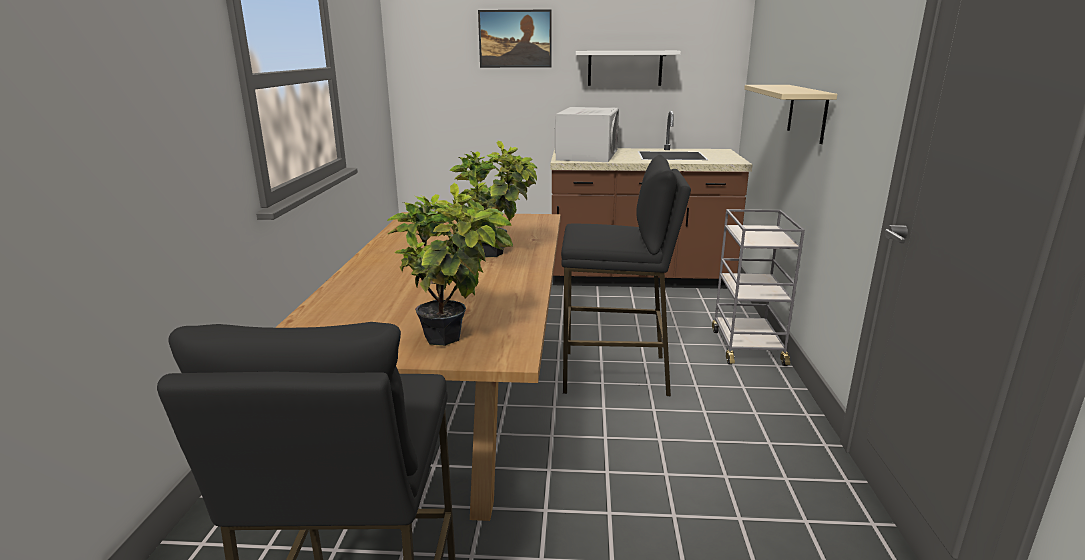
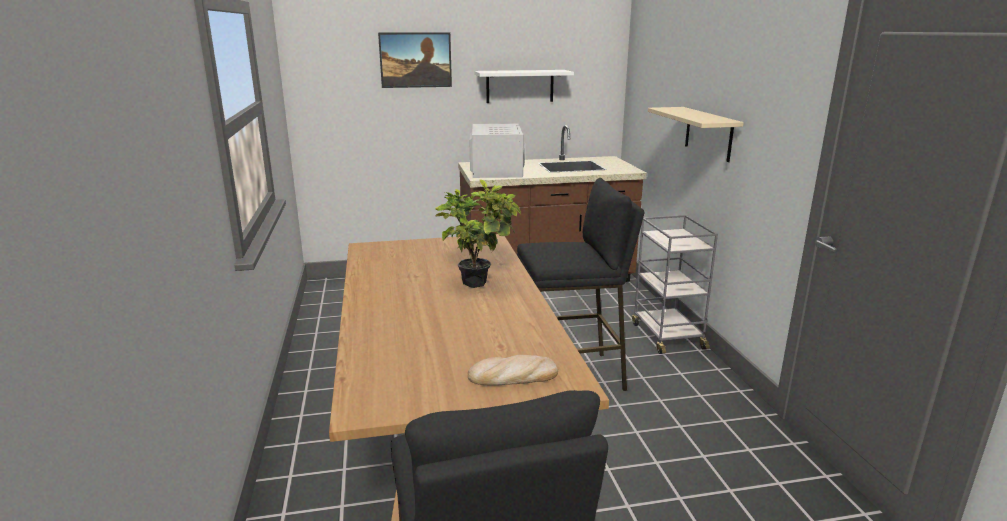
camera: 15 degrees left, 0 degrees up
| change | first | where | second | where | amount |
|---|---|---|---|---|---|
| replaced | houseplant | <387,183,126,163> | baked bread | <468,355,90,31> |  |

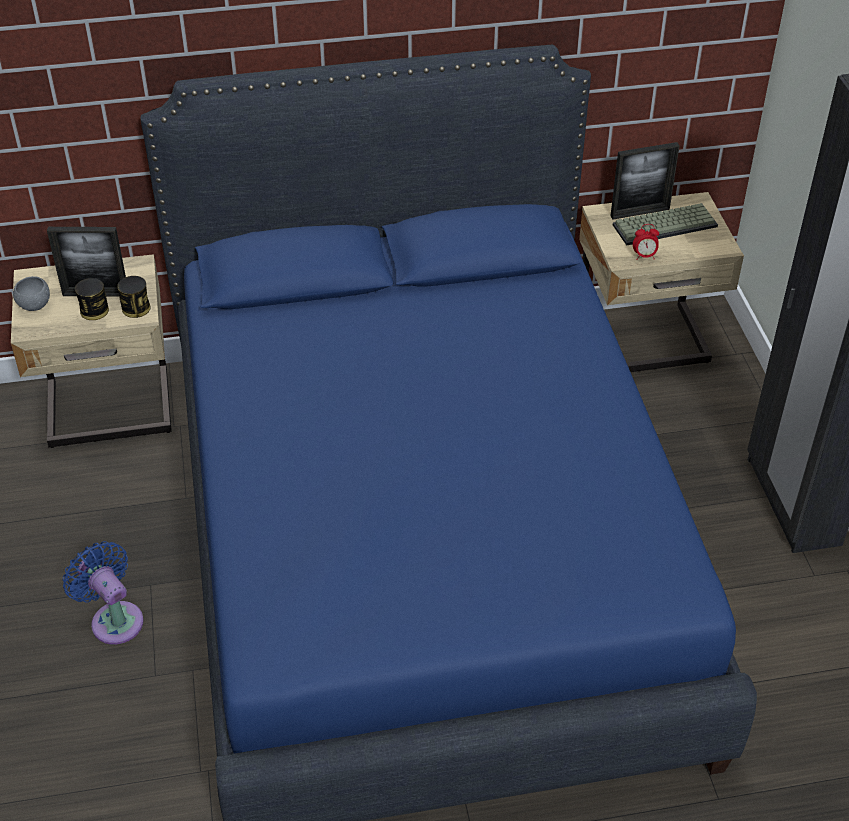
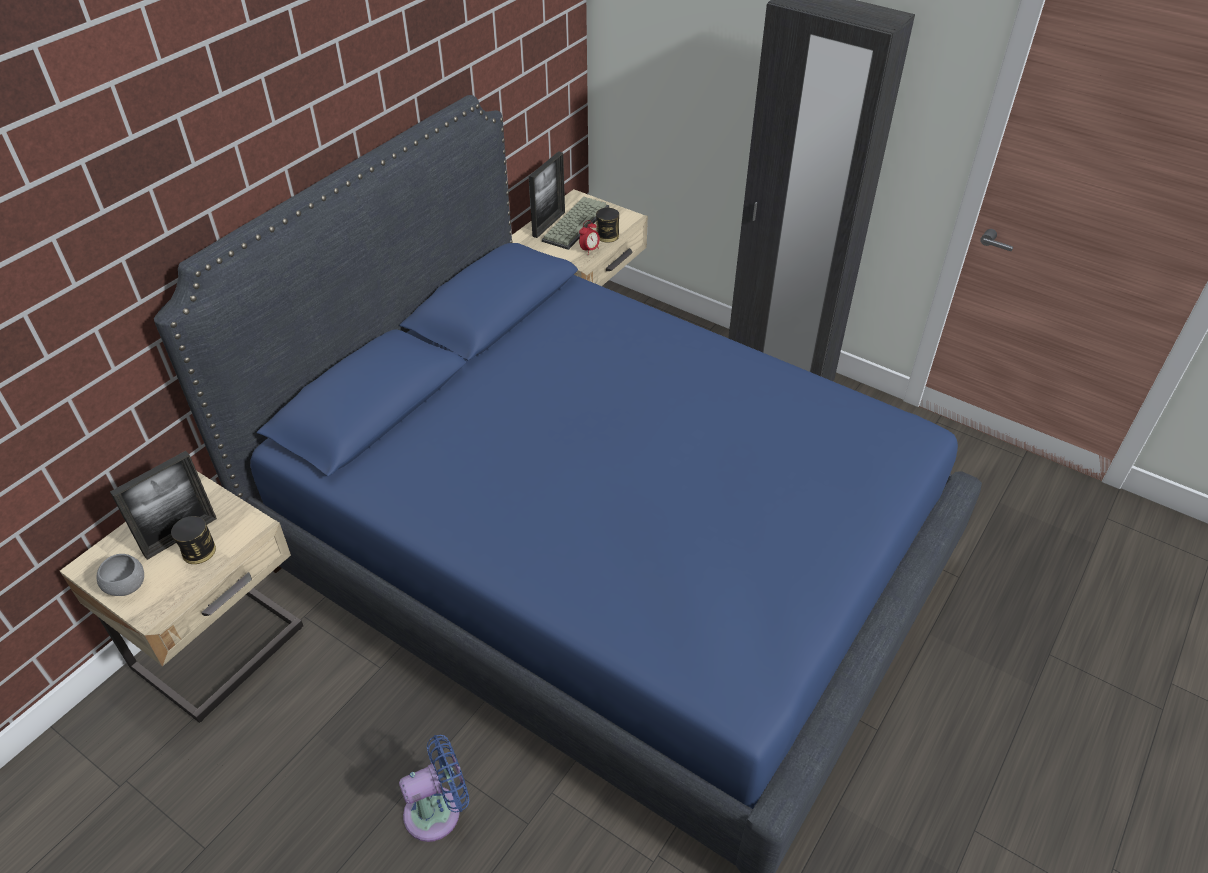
camera: 45 degrees left, 0 degrees up
| change | first | where | second | where | amount |
|---|---|---|---|---|---|
| moved | can | <117,276,34,42> |  | <596,208,23,35> |  |
| turned | cooling fan in blue-coloured | <63,541,81,103> |  | <399,735,70,107> | 150 degrees clockwise |

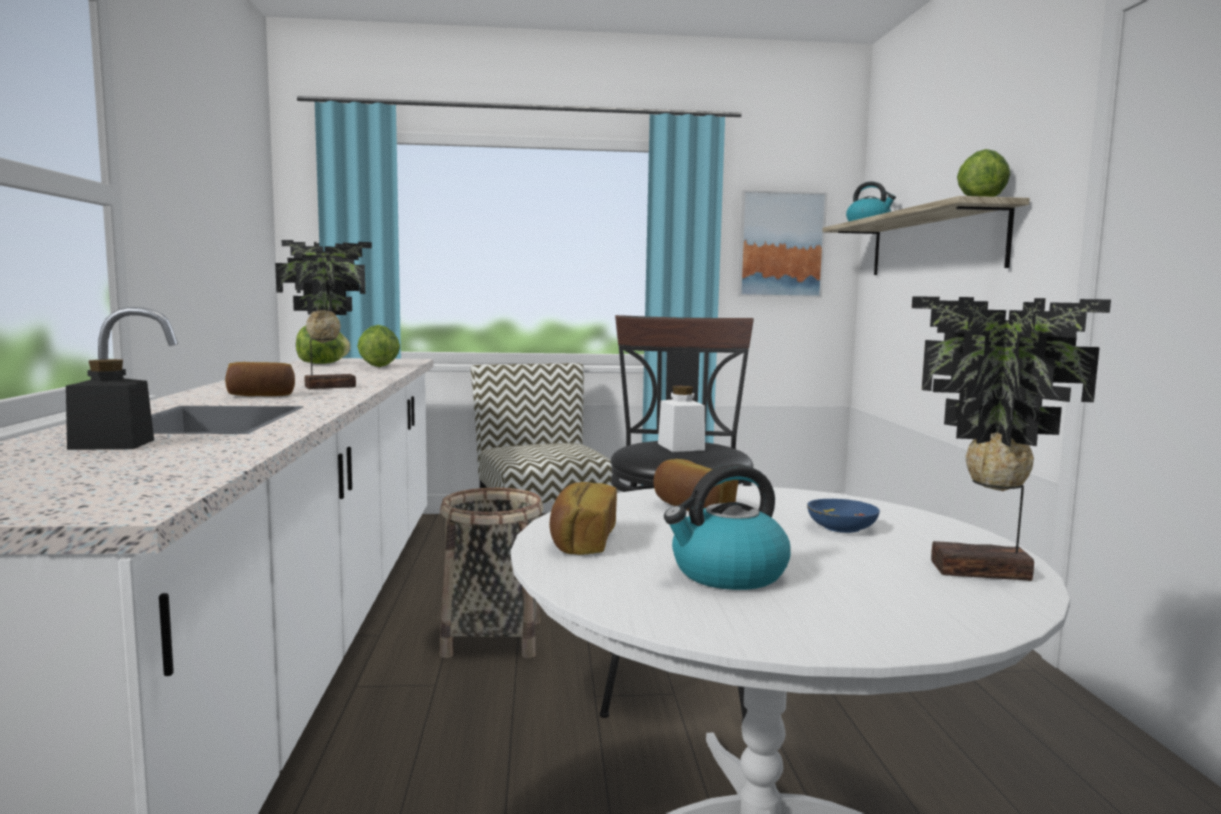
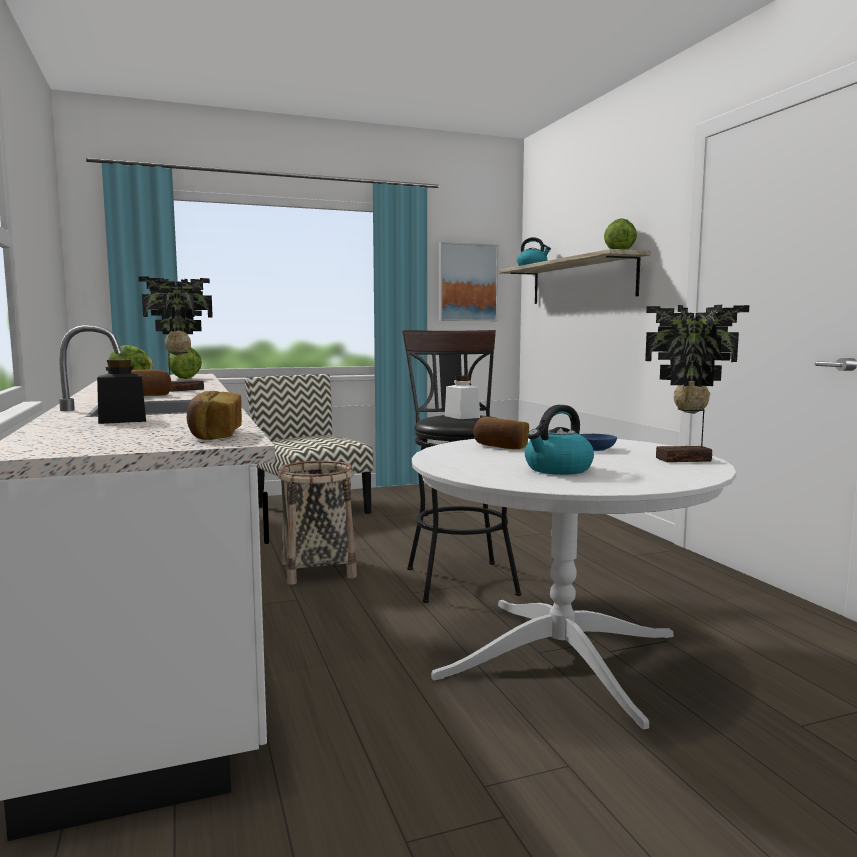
camera: 15 degrees left, 0 degrees up
| change | first | where | second | where | amount |
|---|---|---|---|---|---|
| moved | baked bread | <550,482,67,73> |  | <187,391,55,49> |  |

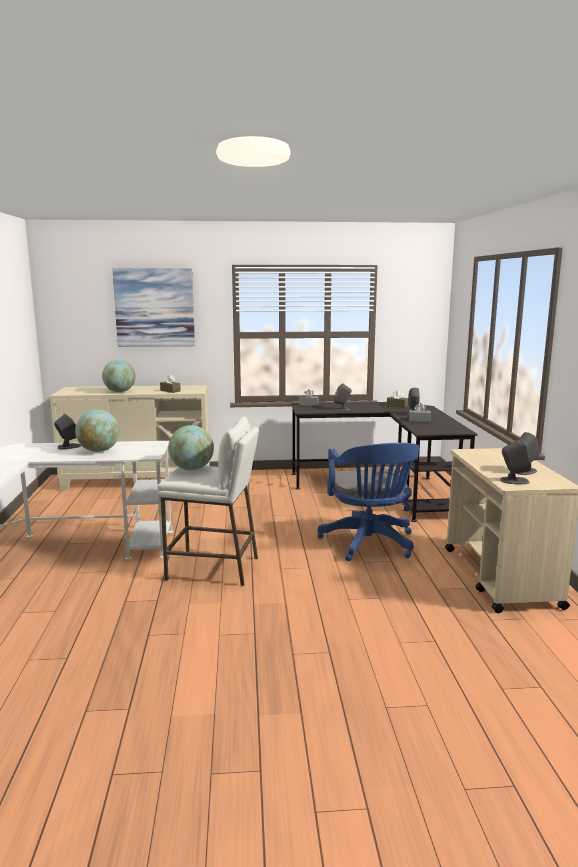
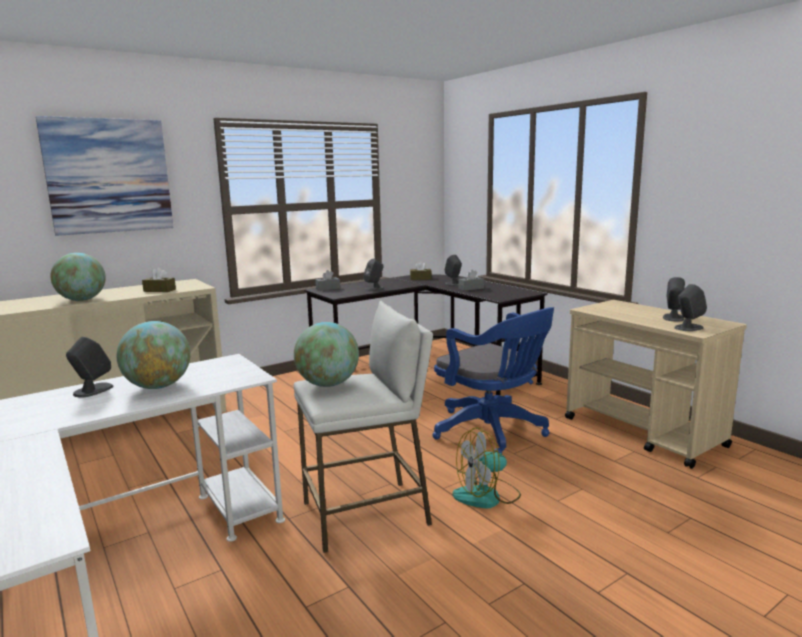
camera: 30 degrees left, 0 degrees up
| change | first | where | second | where | amount |
|---|---|---|---|---|---|
| added |  |  | cooling fan | <452,427,69,82> |  |

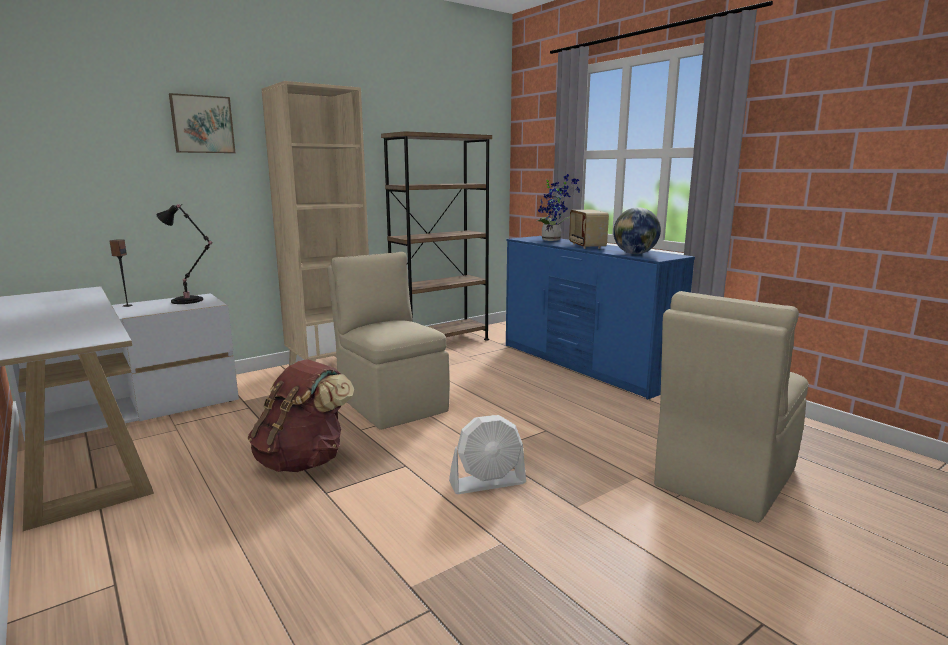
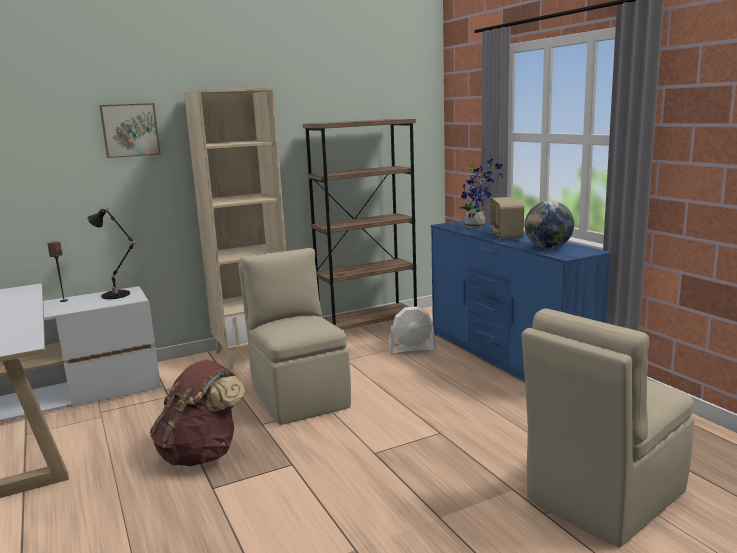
camera: 10 degrees right, 0 degrees up
| change | first | where | second | where | amount |
|---|---|---|---|---|---|
| moved | cooling fan in white | <449,415,77,79> |  | <388,306,48,48> |  |

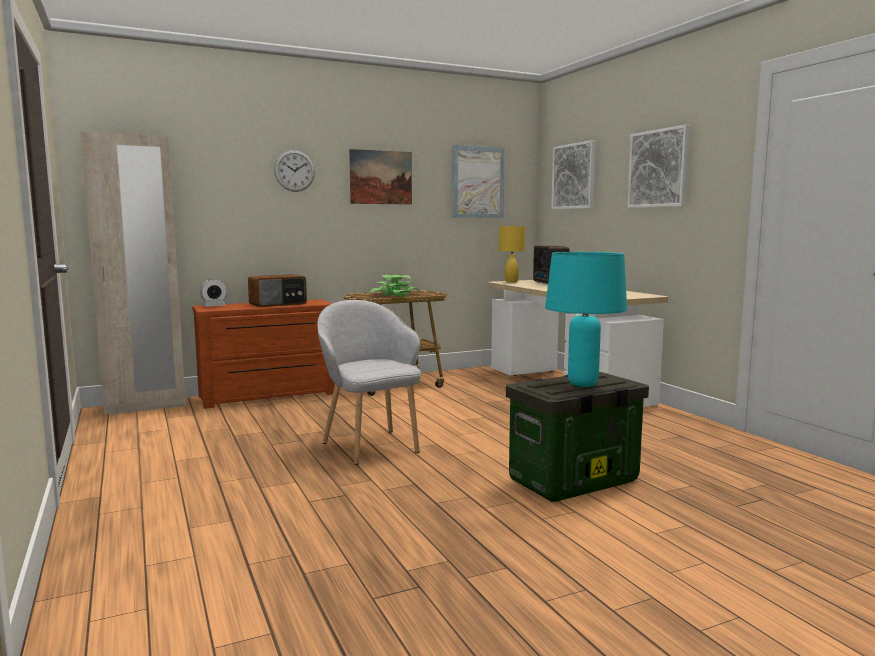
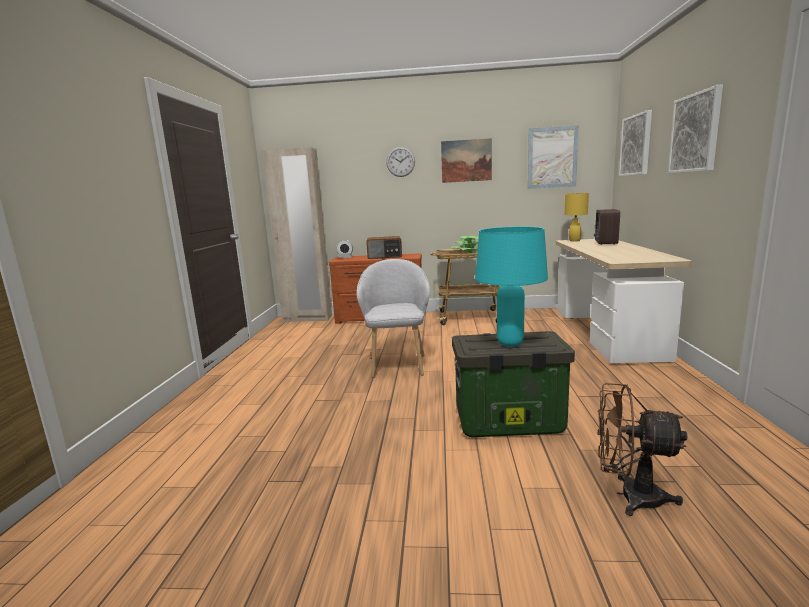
camera: 30 degrees right, 5 degrees up
| change | first | where | second | where | amount |
|---|---|---|---|---|---|
| added |  |  | cooling fan in brown | <597,383,91,133> |  |

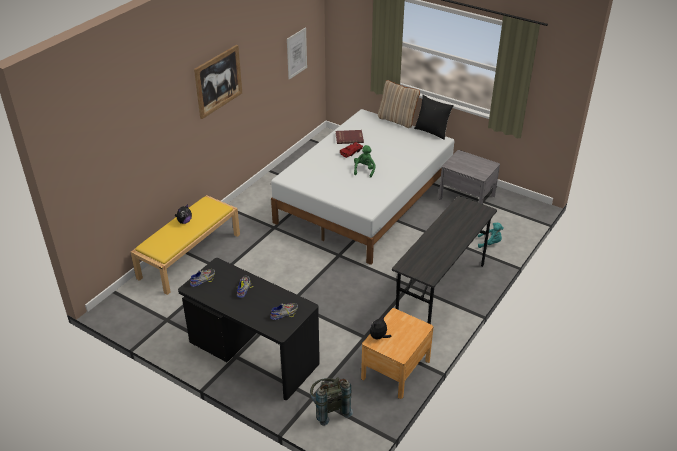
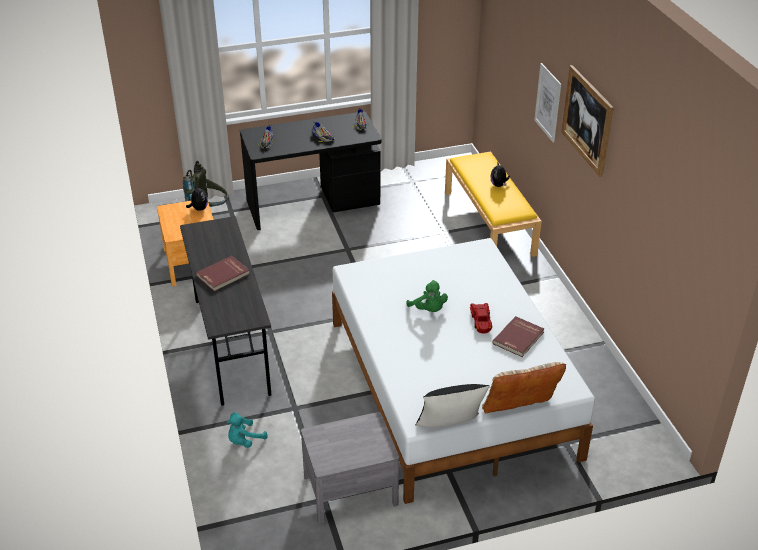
camera: 130 degrees right, 0 degrees up
| change | first | where | second | where | amount |
|---|---|---|---|---|---|
| moved | wall art | <287,28,20,51> |  | <534,63,27,79> |  |
| added |  |  | bound book in red-coloured | <196,256,54,35> |  |

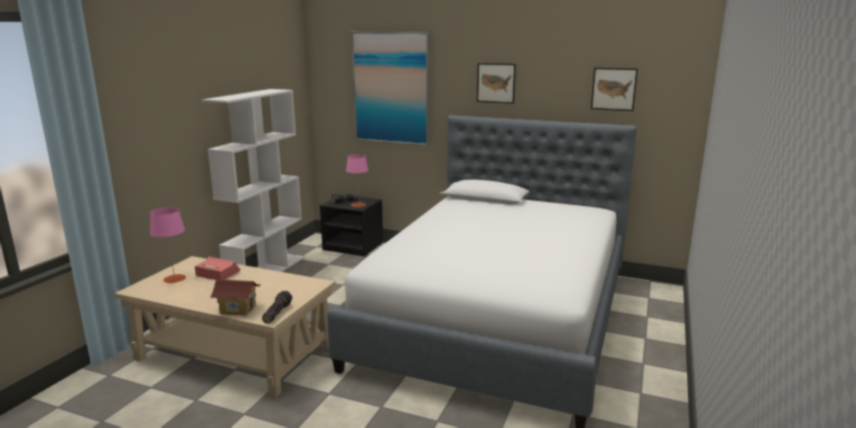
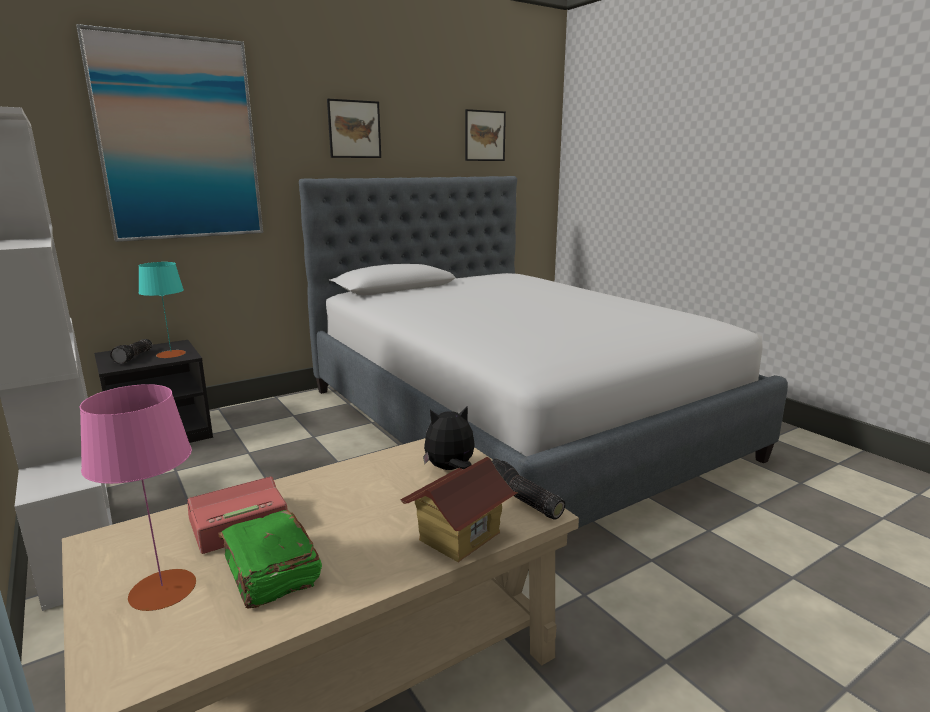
camera: 55 degrees left, 0 degrees up
| change | first | where | second | where | amount |
|---|---|---|---|---|---|
| recoloured | lamp for a table in pinkish | <346,154,22,53> | lamp for a table in turquoise | <138,262,48,96> |  |
| added |  |  | soft toy | <423,406,52,64> |  |
| added |  |  | bound book in green-coloured | <219,510,103,99> |  |

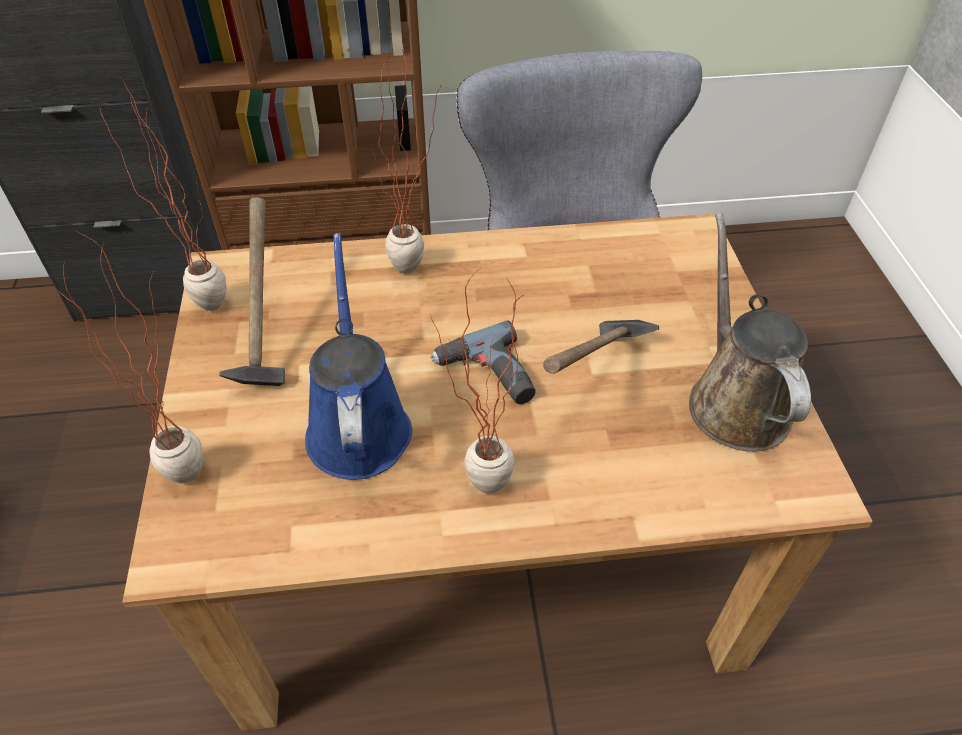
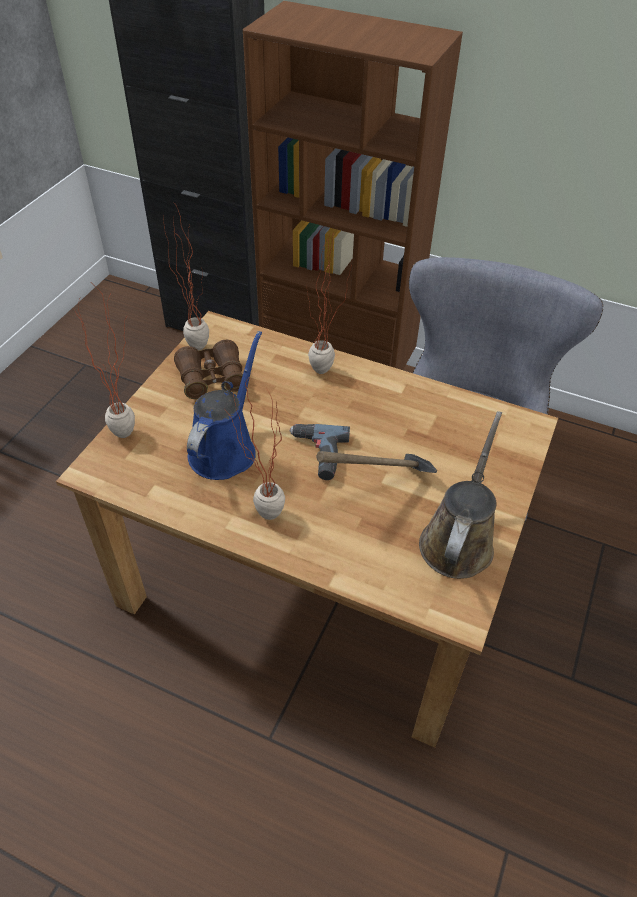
camera: 30 degrees right, 0 degrees up
| change | first | where | second | where | amount |
|---|---|---|---|---|---|
| replaced | tool hammer | <219,197,66,189> | field glasses in brown | <174,340,69,59> |  |

